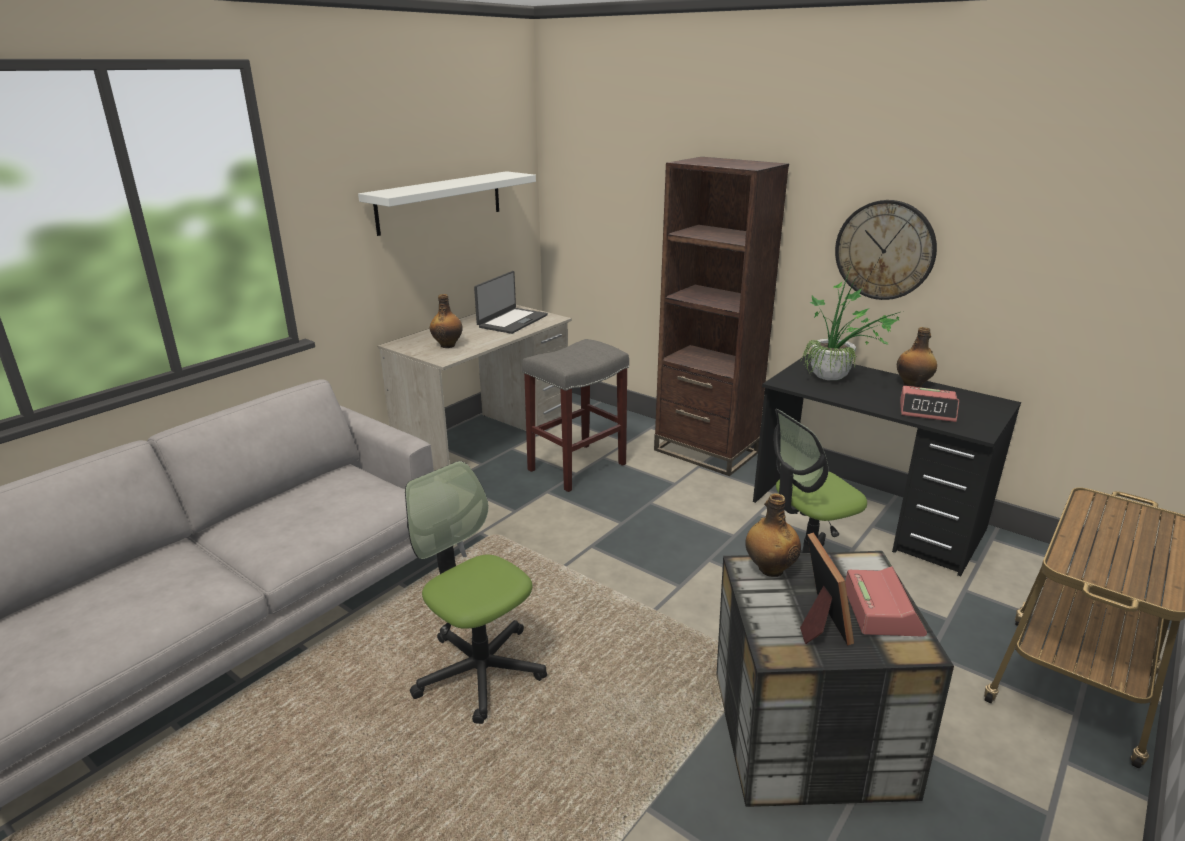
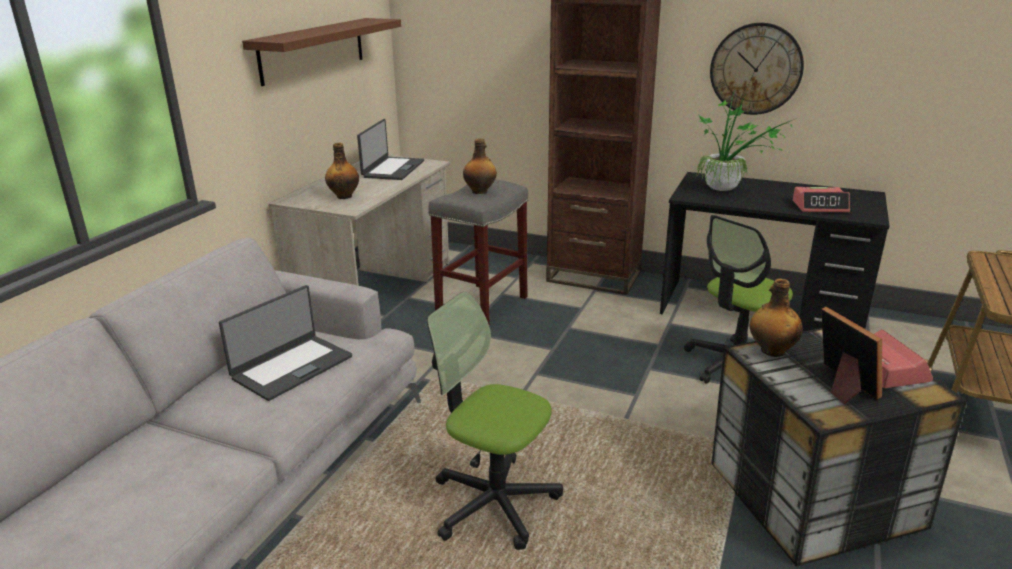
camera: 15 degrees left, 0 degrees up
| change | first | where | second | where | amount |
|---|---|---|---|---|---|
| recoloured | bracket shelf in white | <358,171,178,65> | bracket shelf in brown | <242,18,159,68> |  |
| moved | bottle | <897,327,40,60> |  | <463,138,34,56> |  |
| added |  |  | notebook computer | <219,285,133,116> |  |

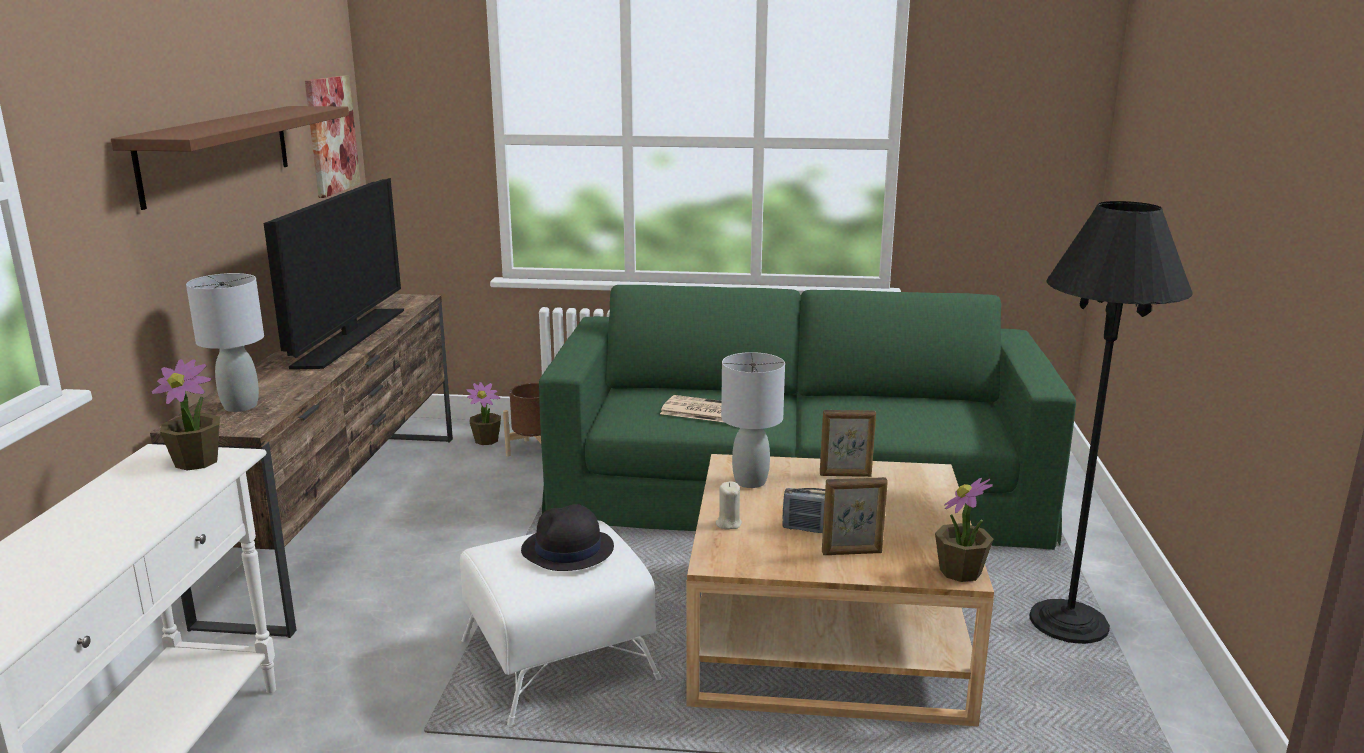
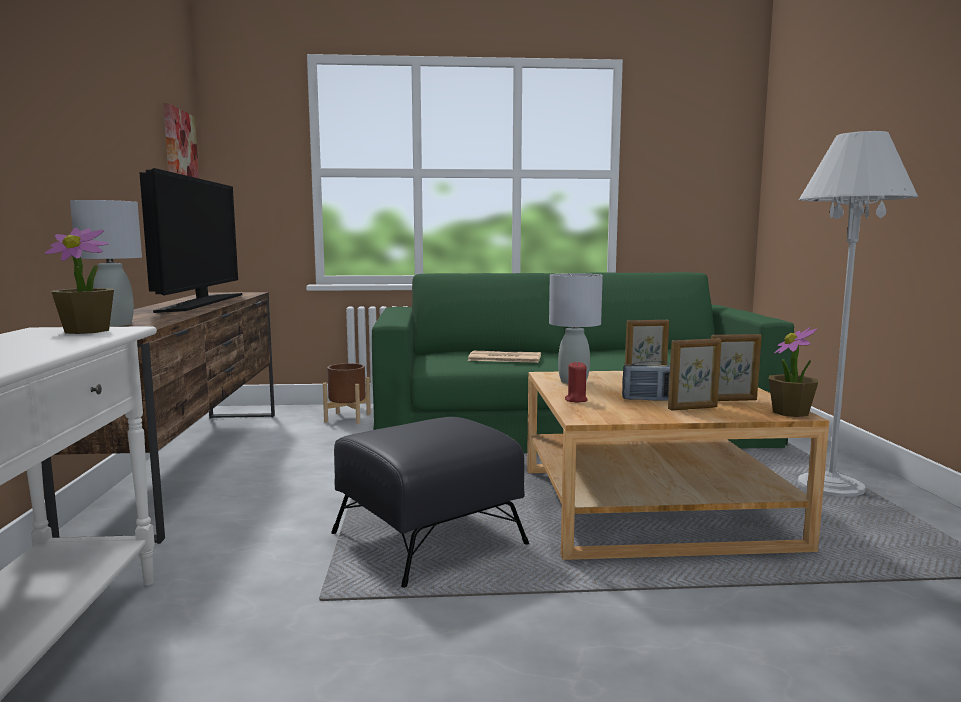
camera: 10 degrees left, 10 degrees down
| change | first | where | second | where | amount |
|---|---|---|---|---|---|
| removed | bracket shelf in brown | <111,106,238,104> |  |  |  |
| recoloured | standing lamp in black-coloured | <1030,201,163,443> | standing lamp in white | <797,131,121,366> |  |
| removed | houseplant | <466,382,35,63> |  |  |  |
| recoloured | wax light in beige | <716,481,26,49> | wax light in red-coloured | <565,361,22,42> |  |
| removed | clothing hat in black-coloured | <521,504,93,67> |  |  |  |
| recoloured | ottoman in white | <460,520,202,206> | ottoman in black-coloured | <331,417,198,171> |  |
| added |  |  | photo frame | <711,334,51,67> |  |

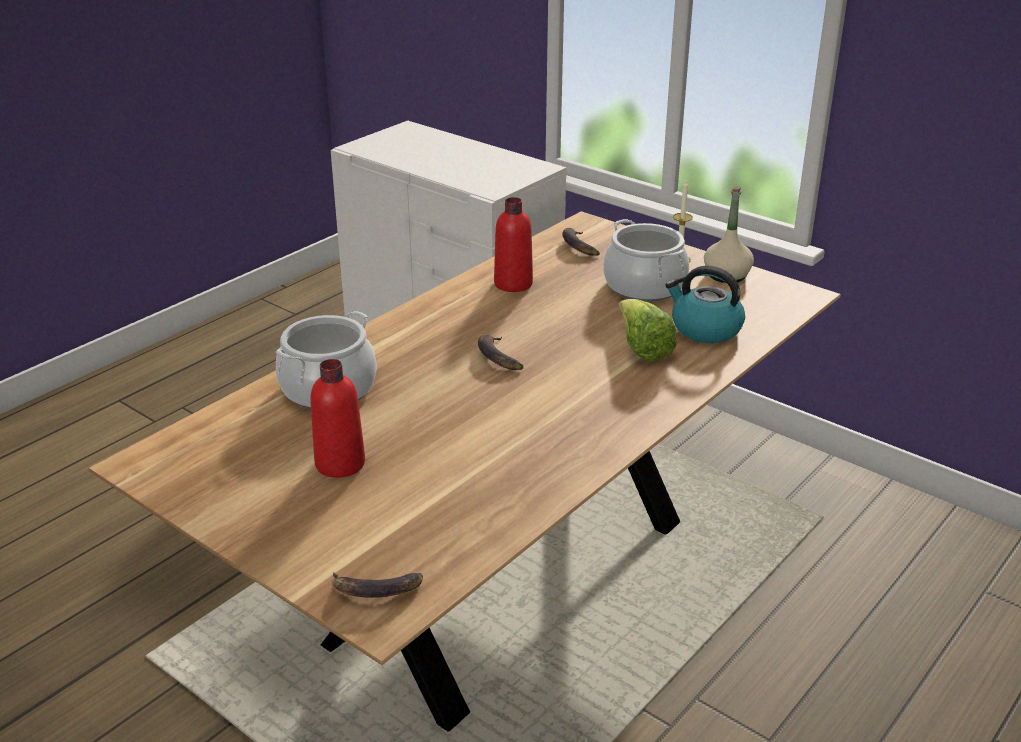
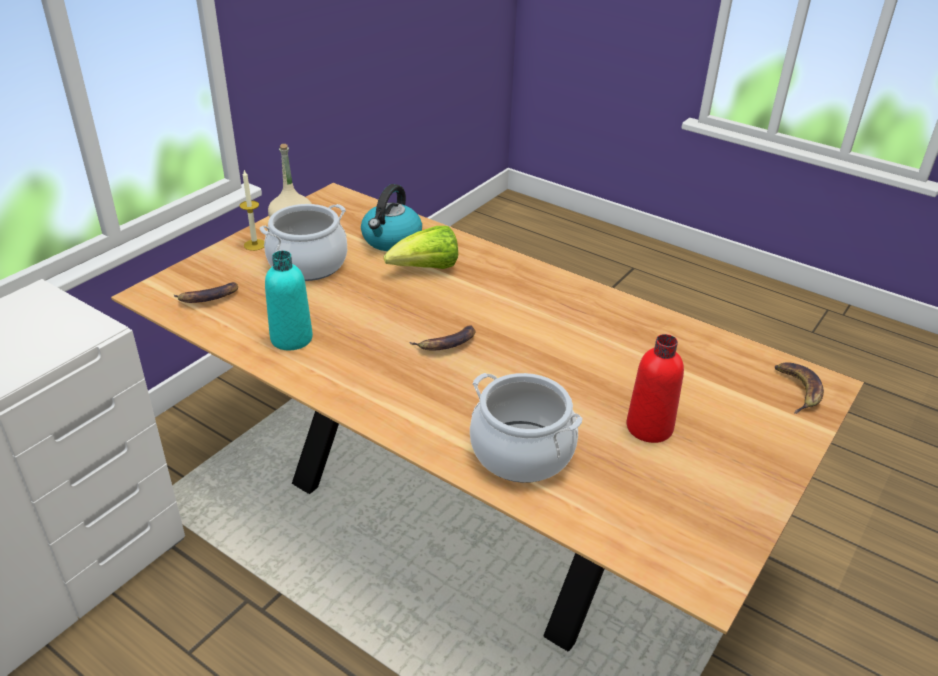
camera: 95 degrees left, 5 degrees up
| change | first | where | second | where | amount |
|---|---|---|---|---|---|
| recoloured | bottle in red-coloured | <494,197,39,95> | bottle in turquoise | <265,251,48,99> |  |

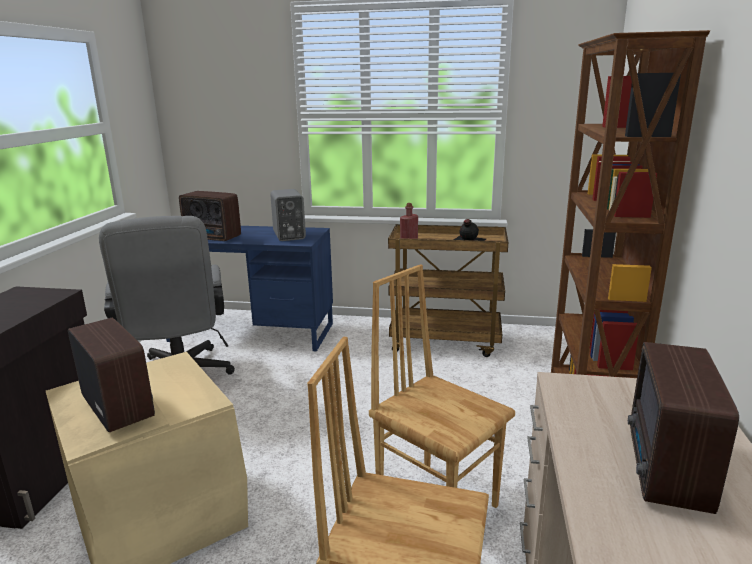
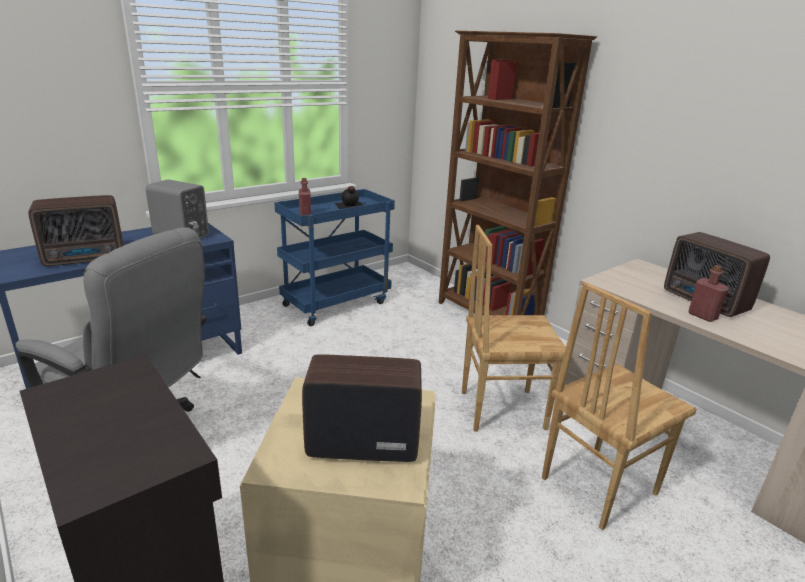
camera: 50 degrees left, 5 degrees up
| change | first | where | second | where | amount |
|---|---|---|---|---|---|
| recoloured | trolley in brown | <388,224,120,133> | trolley in blue-coloured | <275,189,120,137> |  |
| added |  |  | bottle in red-coloured | <689,265,40,57> |  |

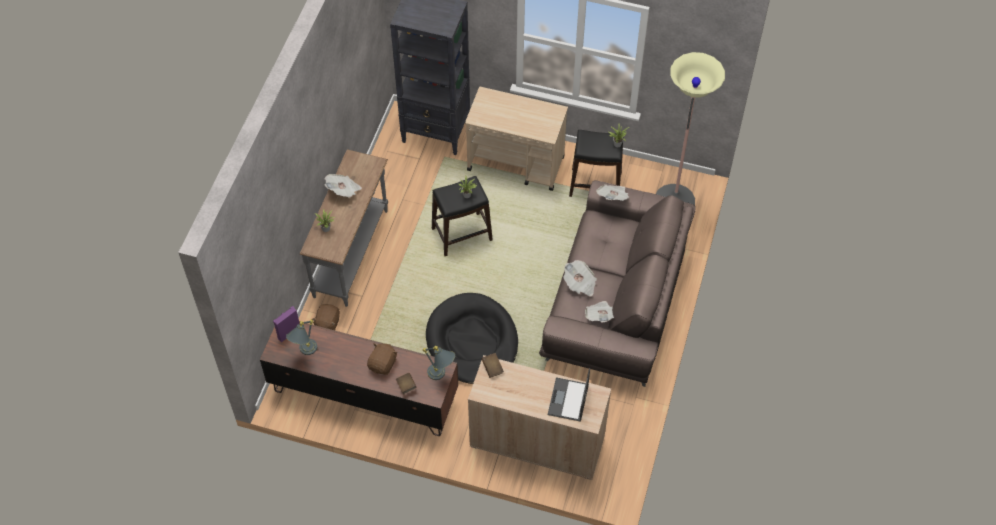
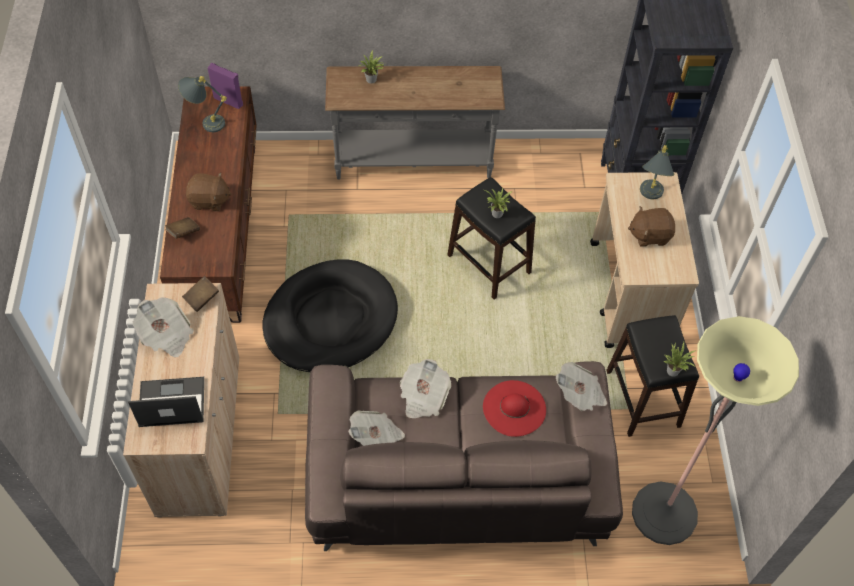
camera: 70 degrees right, 0 degrees up
| change | first | where | second | where | amount |
|---|---|---|---|---|---|
| moved | newspaper | <324,174,38,24> |  | <133,297,61,61> |  |
| moved | soft toy in brown | <312,304,28,26> |  | <628,206,47,41> |  |
| moved | lamp for a table in gray | <423,346,32,34> |  | <640,145,35,54> |  |
| added |  |  | clothing hat in red-coloured | <483,380,63,57> |  |

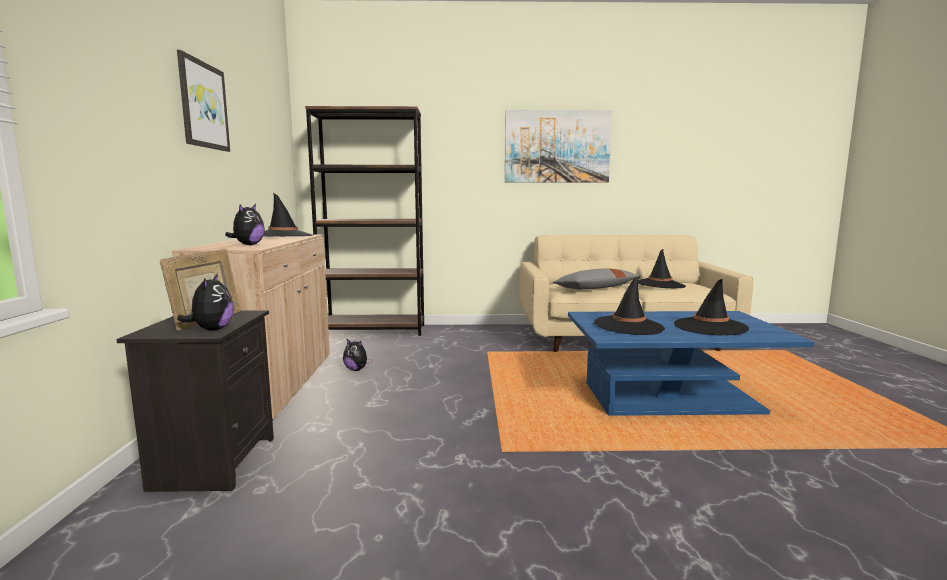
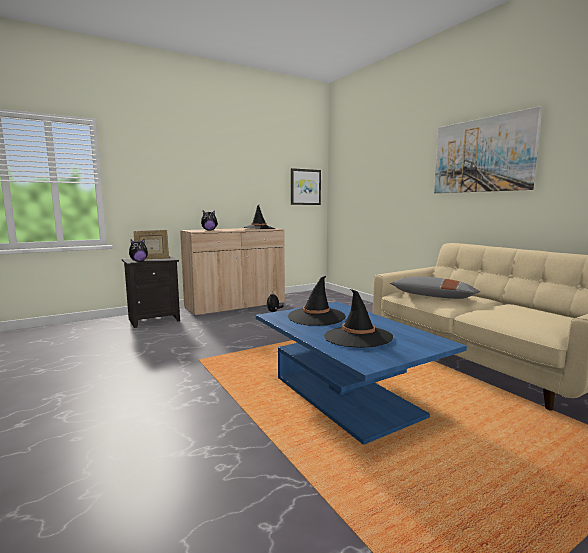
camera: 60 degrees right, 0 degrees up
| change | first | where | second | where | amount |
|---|---|---|---|---|---|
| moved | wall art | <177,50,53,102> |  | <291,168,30,37> |  |
| removed | bookcase in brown | <305,106,119,230> |  |  |  |
| removed | clothing hat in black-coloured | <638,248,48,41> |  |  |  |

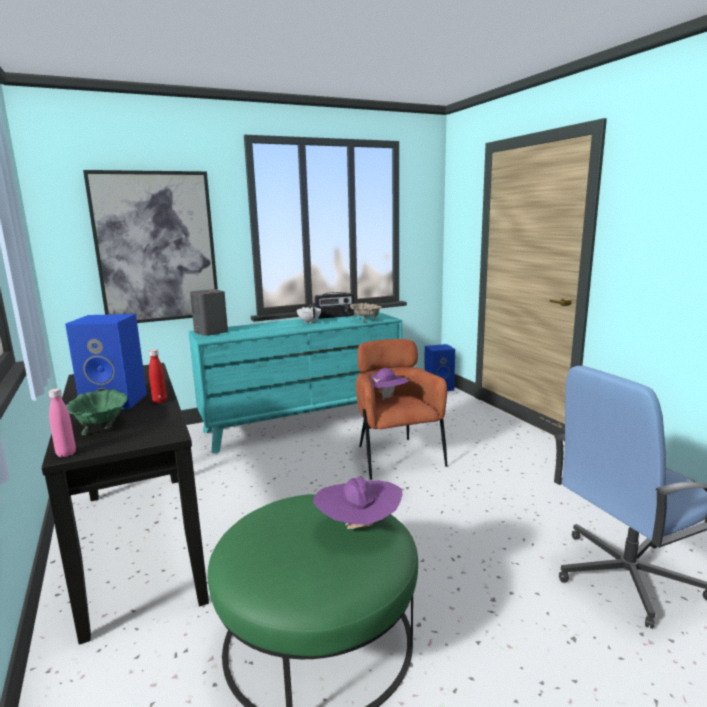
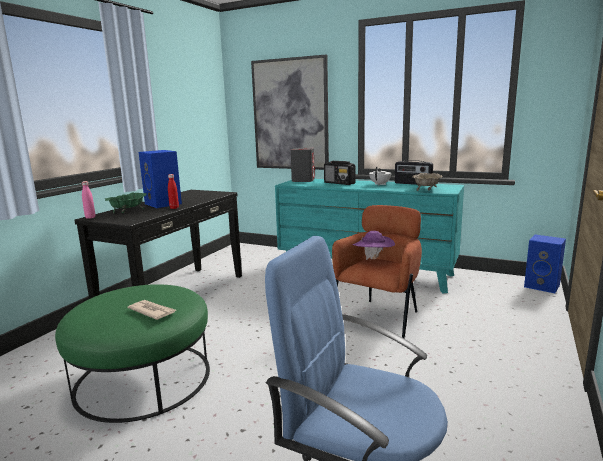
camera: 50 degrees right, 0 degrees up
| change | first | where | second | where | amount |
|---|---|---|---|---|---|
| replaced | clothing hat in purple | <313,477,89,52> | newspaper | <127,300,49,20> |  |
| added |  |  | radio | <324,161,32,24> |  |

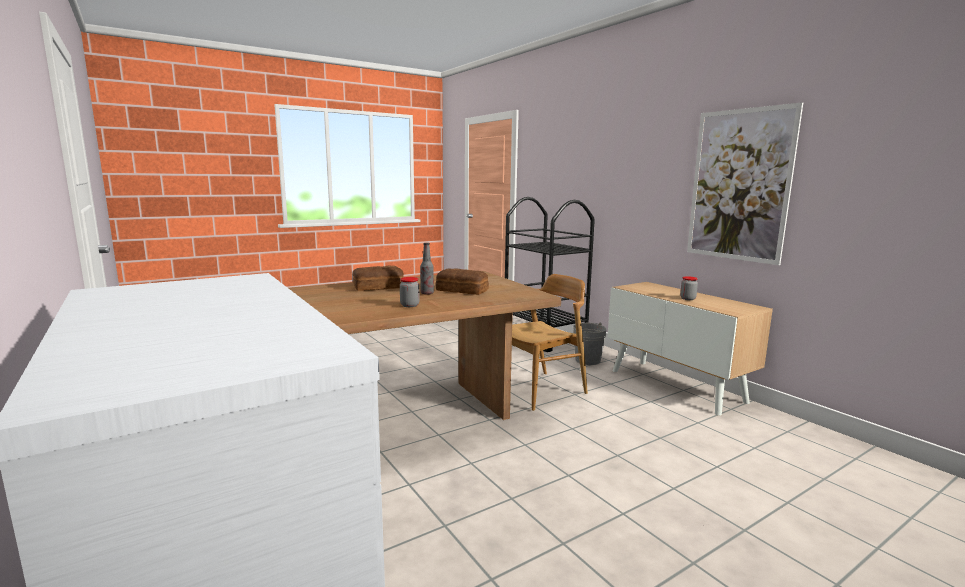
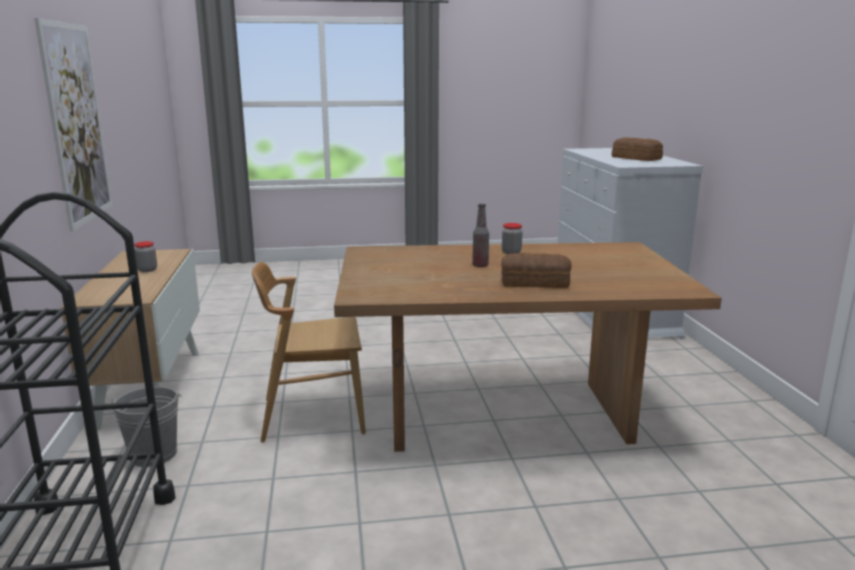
camera: 155 degrees left, 5 degrees up
| change | first | where | second | where | amount |
|---|---|---|---|---|---|
| moved | baked bread | <436,269,53,26> |  | <612,138,51,23> |  |

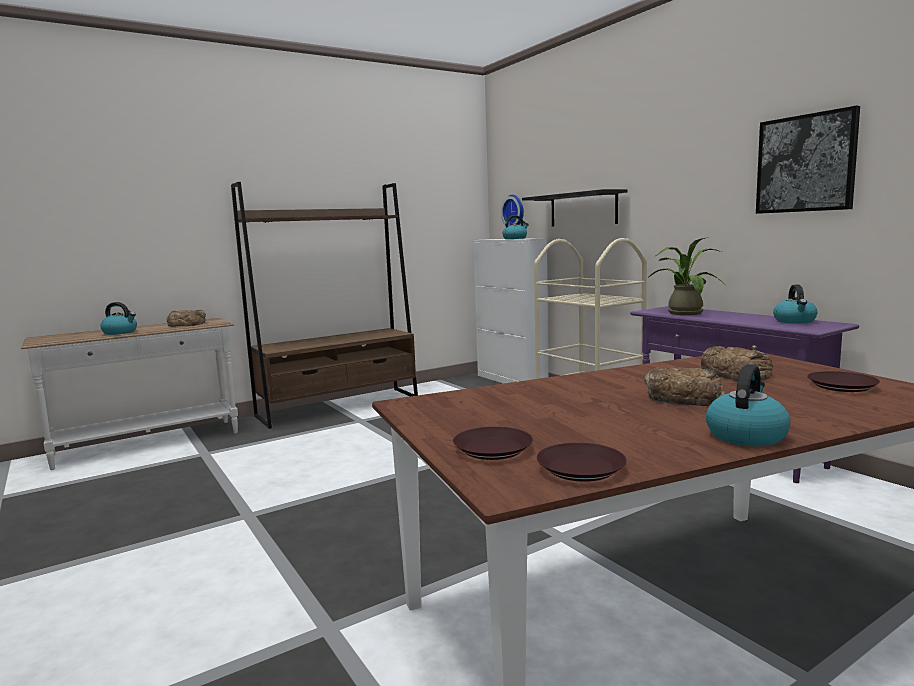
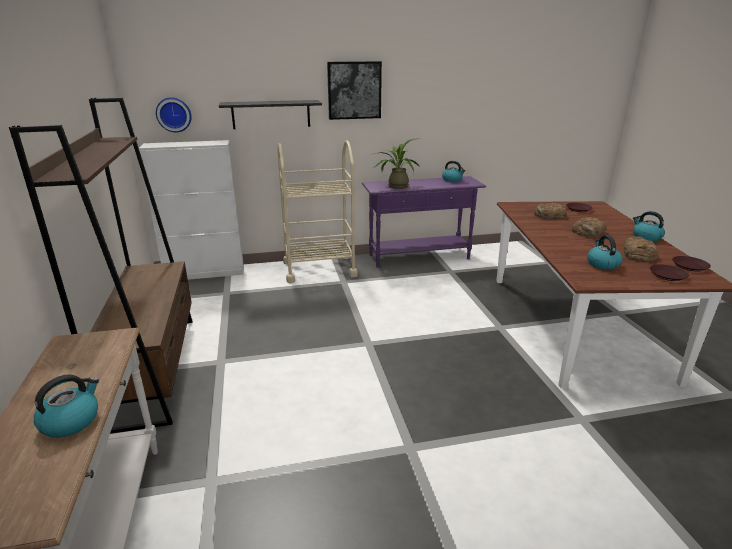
camera: 70 degrees left, 15 degrees up
| change | first | where | second | where | amount |
|---|---|---|---|---|---|
| moved | wall art | <756,106,104,108> |  | <327,61,55,59> |  |
| moved | kettle | <502,215,27,24> |  | <587,235,36,35> |  |
| moved | baked bread | <167,310,39,17> |  | <623,236,36,25> |  |

